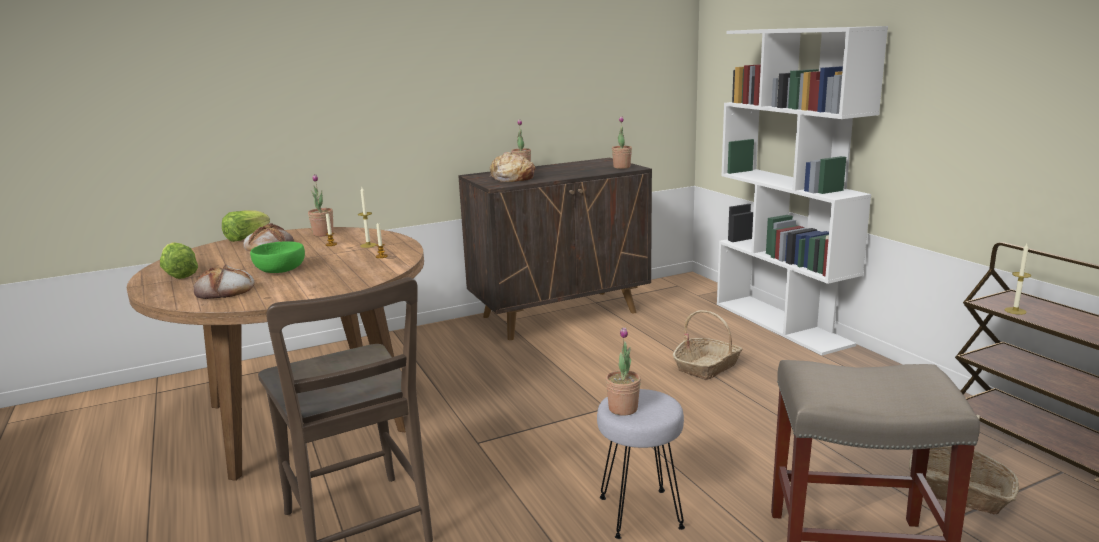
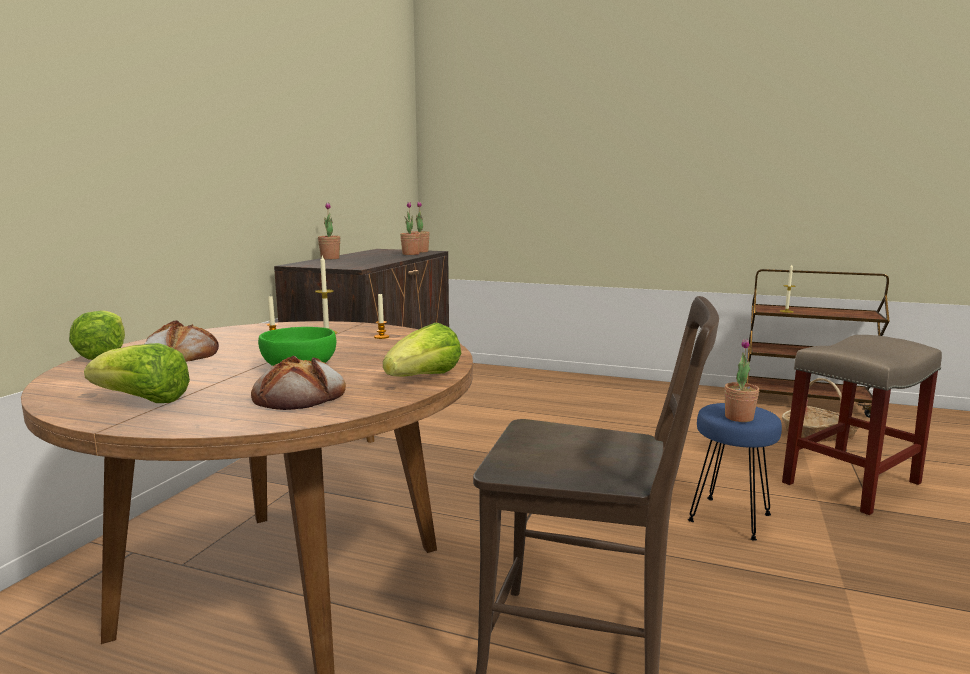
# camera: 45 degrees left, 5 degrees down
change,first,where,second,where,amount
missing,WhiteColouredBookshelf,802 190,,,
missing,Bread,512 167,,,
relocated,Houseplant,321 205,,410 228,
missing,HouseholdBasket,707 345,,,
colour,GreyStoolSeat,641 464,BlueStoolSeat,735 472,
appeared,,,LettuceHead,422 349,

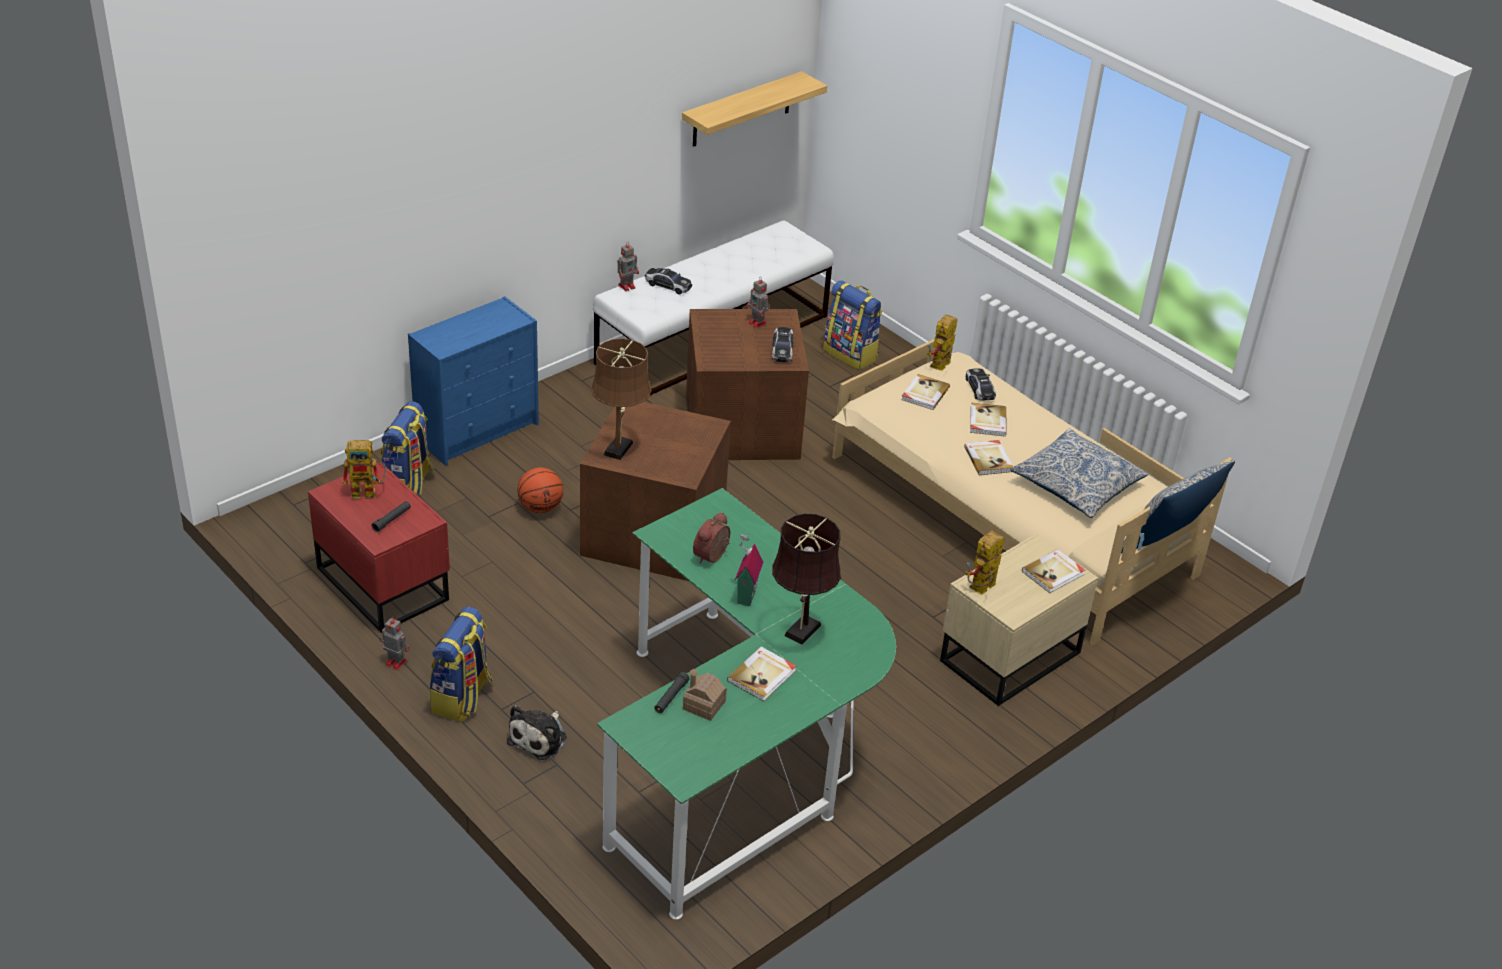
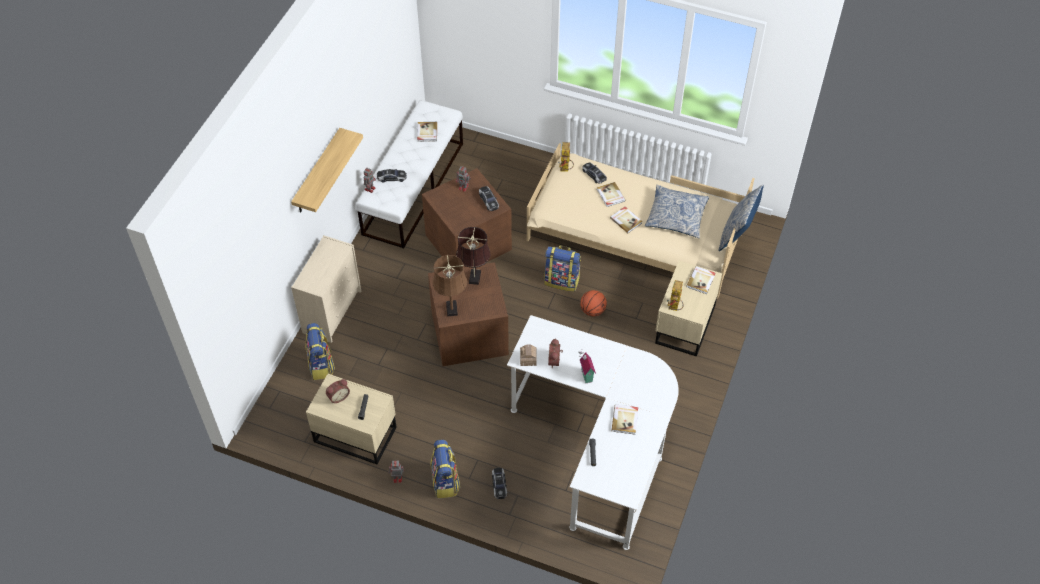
# camera: 25 degrees left, 15 degrees up
change,first,where,second,where,amount
relocated,WallShelf,754 109,,327 170,
relocated,Backpack,852 325,,562 268,
colour,BlueChestOfDrawers,473 381,SandColouredChestOfDrawers,326 289,
relocated,BoundBook,925 392,,427 132,
exchanged,RobotFigure,364 469,TableClock,338 391,
colour,RedBedsideTable,379 547,SandColouredBedsideTable,351 419,
relocated,BallForBasketball,540 490,,593 303,
colour,GreenishDeskUnit,746 704,WhiteColouredDeskUnit,593 432,
relocated,BrownLampForATable,806 579,,473 256,
relocated,MiniatureHouse,705 695,,528 355,
exchanged,SoftToy,537 732,ModelCar,499 483,

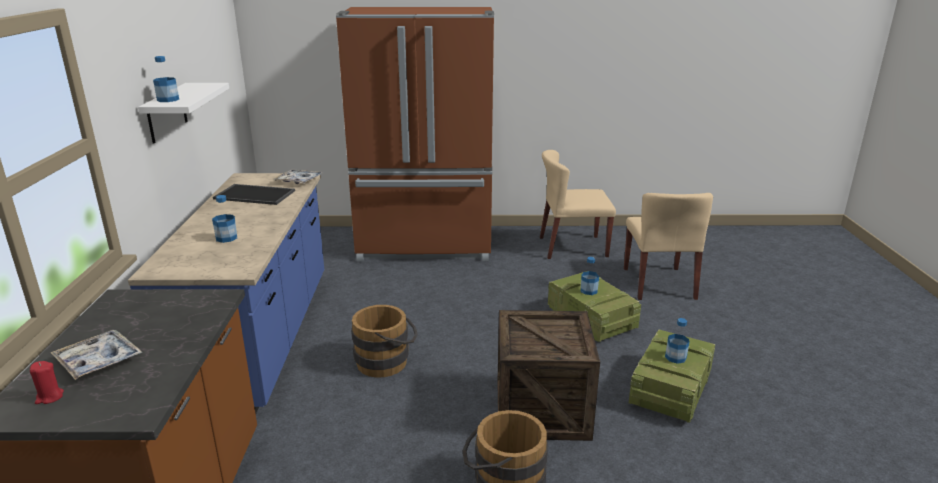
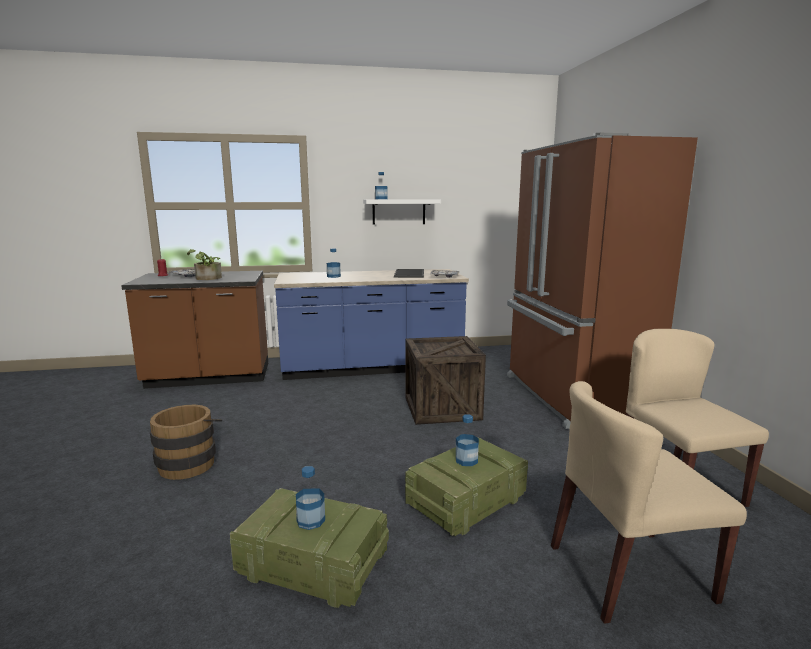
# camera: 80 degrees right, 10 degrees down
change,first,where,second,where,amount
missing,BrownPail,384 341,,,
relocated,Crate,548 375,,445 380,
appeared,,,Houseplant,204 264,

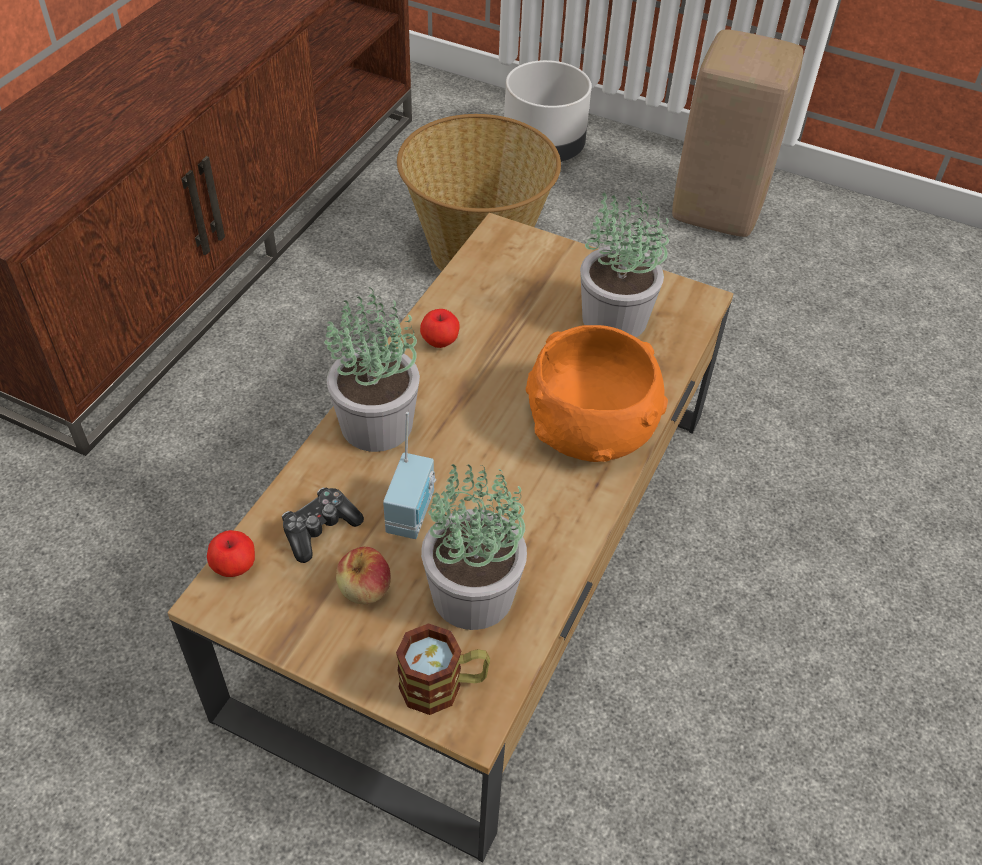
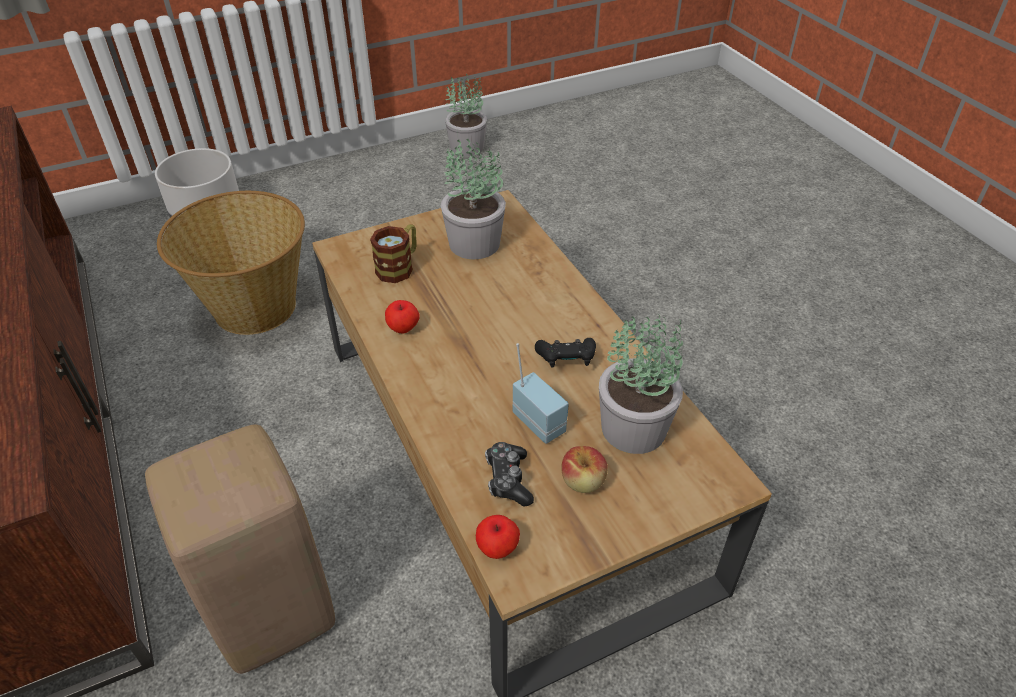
# camera: 50 degrees left, 5 degrees down
change,first,where,second,where,amount
relocated,SandColouredStoolSeat,737 133,,240 549,
relocated,Houseplant,372 369,,466 115,
missing,OrangeDeepDish,597 393,,,
relocated,CoffeeMug,443 669,,393 253,
appeared,,,BlackishJoypad,565 353,

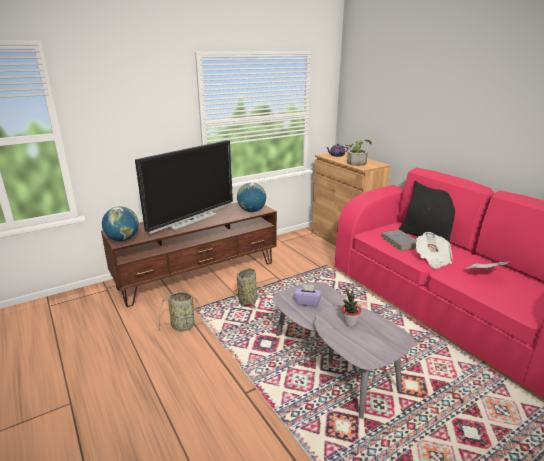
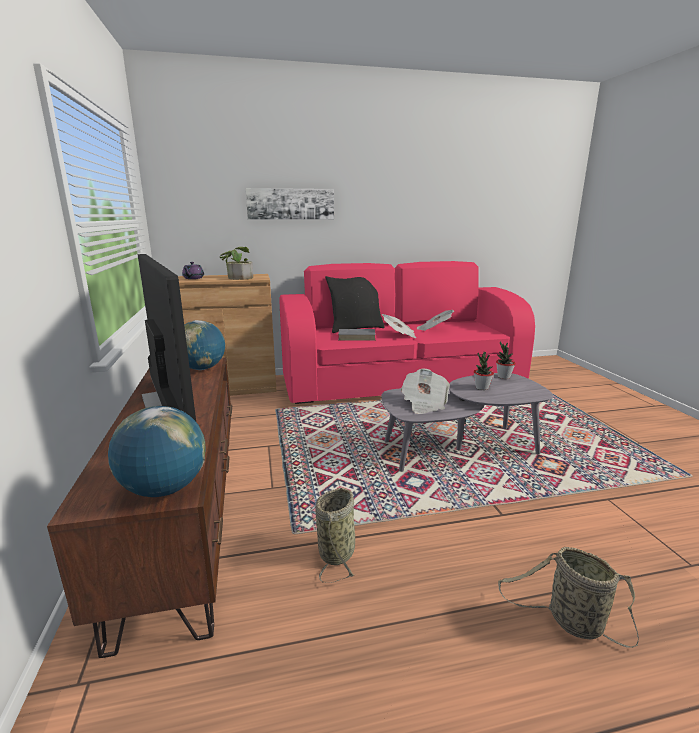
# camera: 70 degrees left, 5 degrees down
change,first,where,second,where,amount
relocated,HouseholdBasket,247 290,,568 597,
exchanged,PurpleColouredTissueBox,308 295,DailyPaper,425 391,
appeared,,,WallArt,290 204,
appeared,,,Houseplant,506 360,

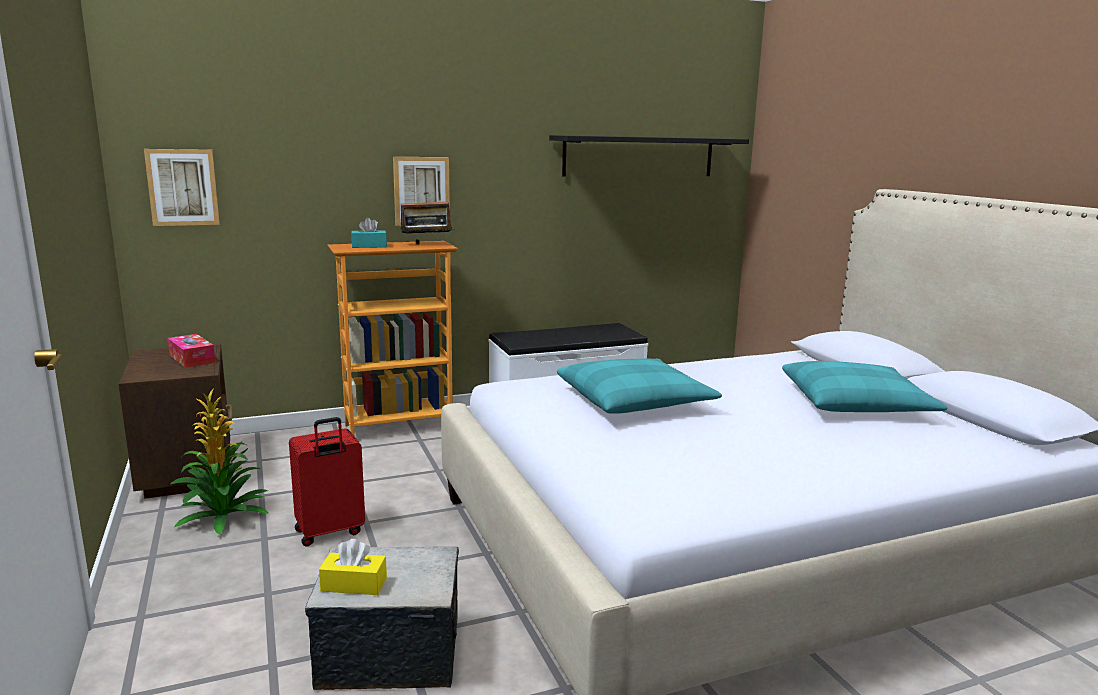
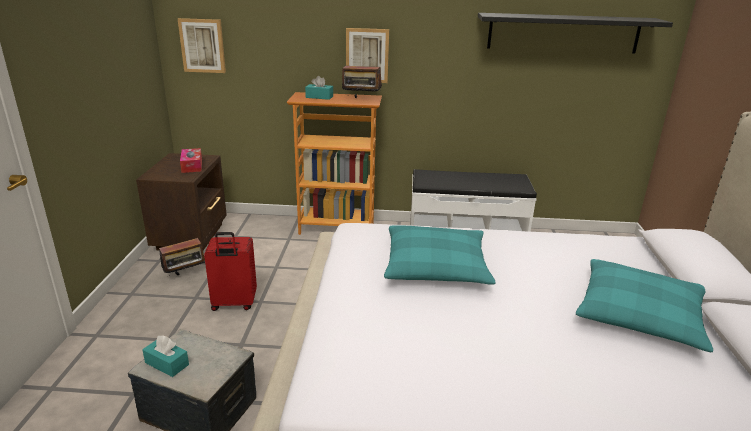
# camera: 25 degrees right, 10 degrees up
change,first,where,second,where,amount
exchanged,Houseplant,219 461,RadioSet,182 257,
colour,YellowishTissueBox,353 567,TurquoiseTissueBox,165 356,

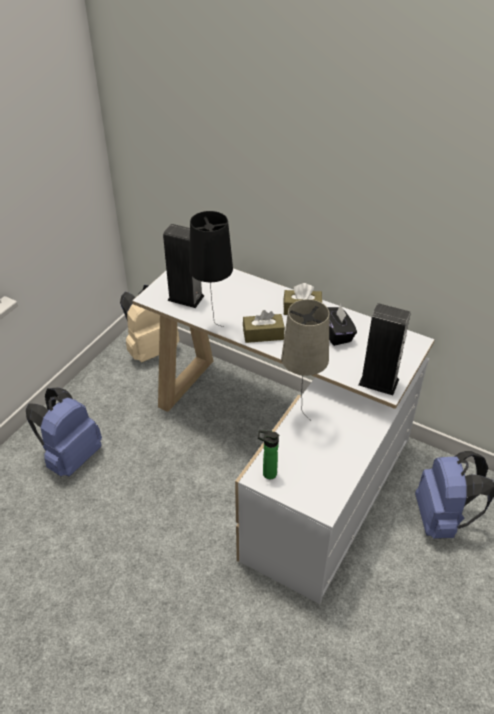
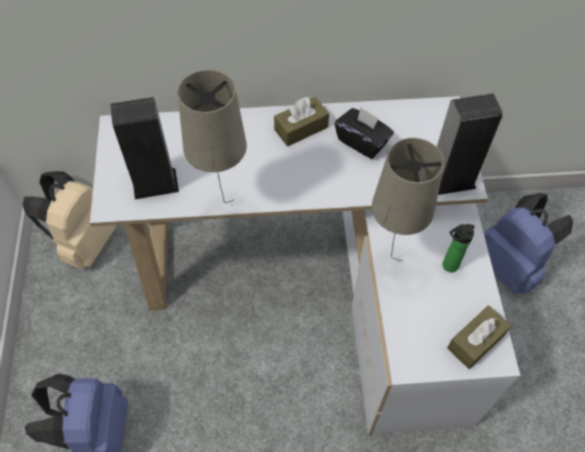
# camera: 35 degrees left, 15 degrees up
change,first,where,second,where,amount
colour,BlackishLampForATable,211 269,SandColouredLampForATable,212 136,
relocated,BrownTissueBox,264 326,,479 337,
relocated,Bottle,268 454,,459 248,

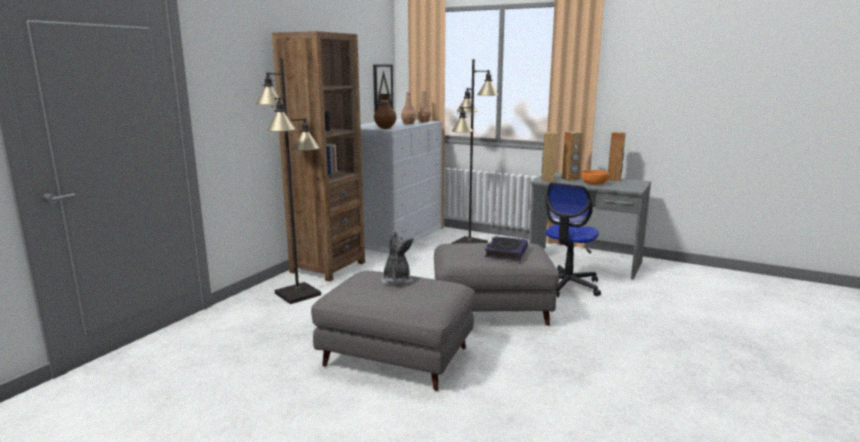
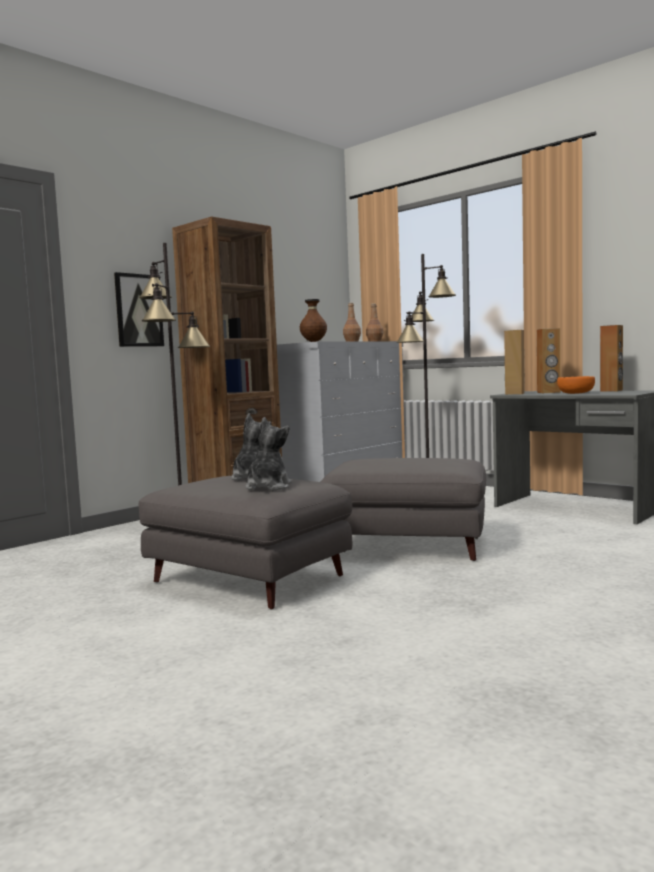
# camera: 15 degrees right, 10 degrees down
change,first,where,second,where,amount
relocated,WallArt,383 88,,139 309,
missing,ComputerChair,573 239,,,
missing,BoundBook,506 248,,,
appeared,,,SoftToy,269 454,

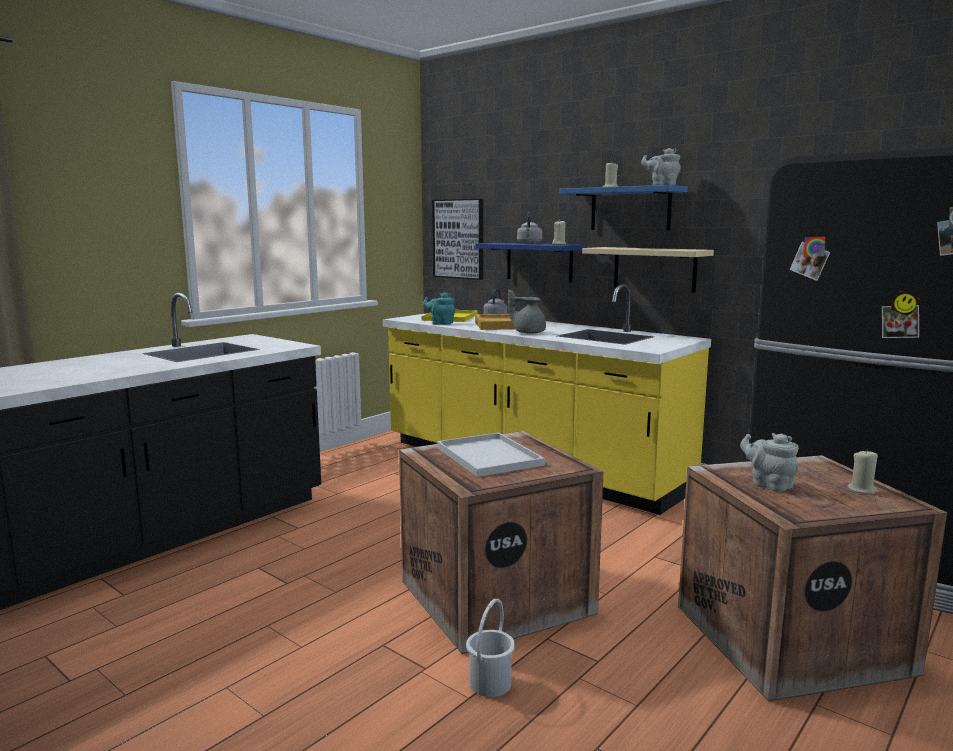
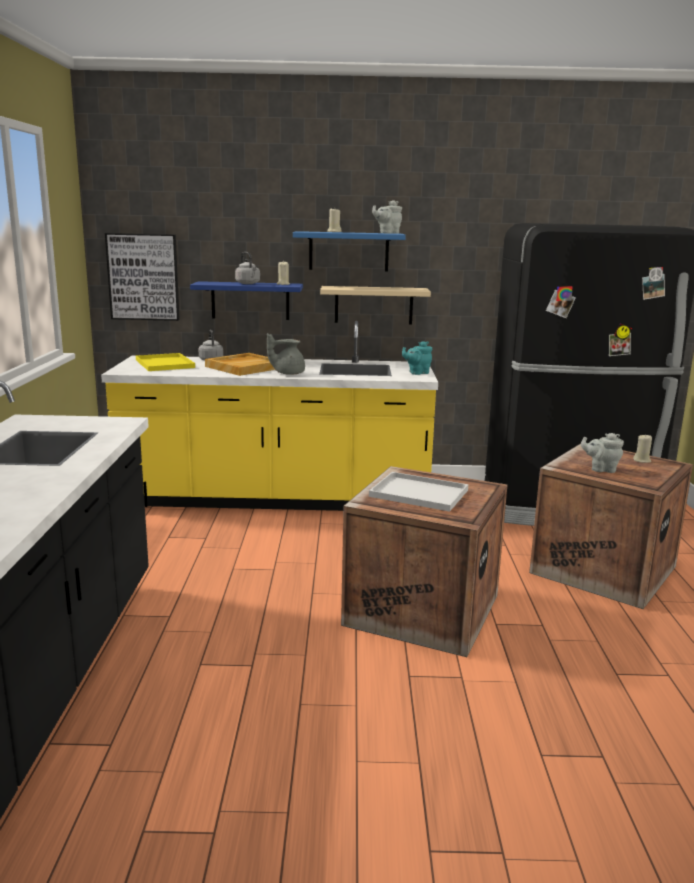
# camera: 40 degrees left, 5 degrees up
change,first,where,second,where,amount
relocated,TurquoiseTeapot,439 309,,417 358,
missing,WhiteColouredPail,490 648,,,

